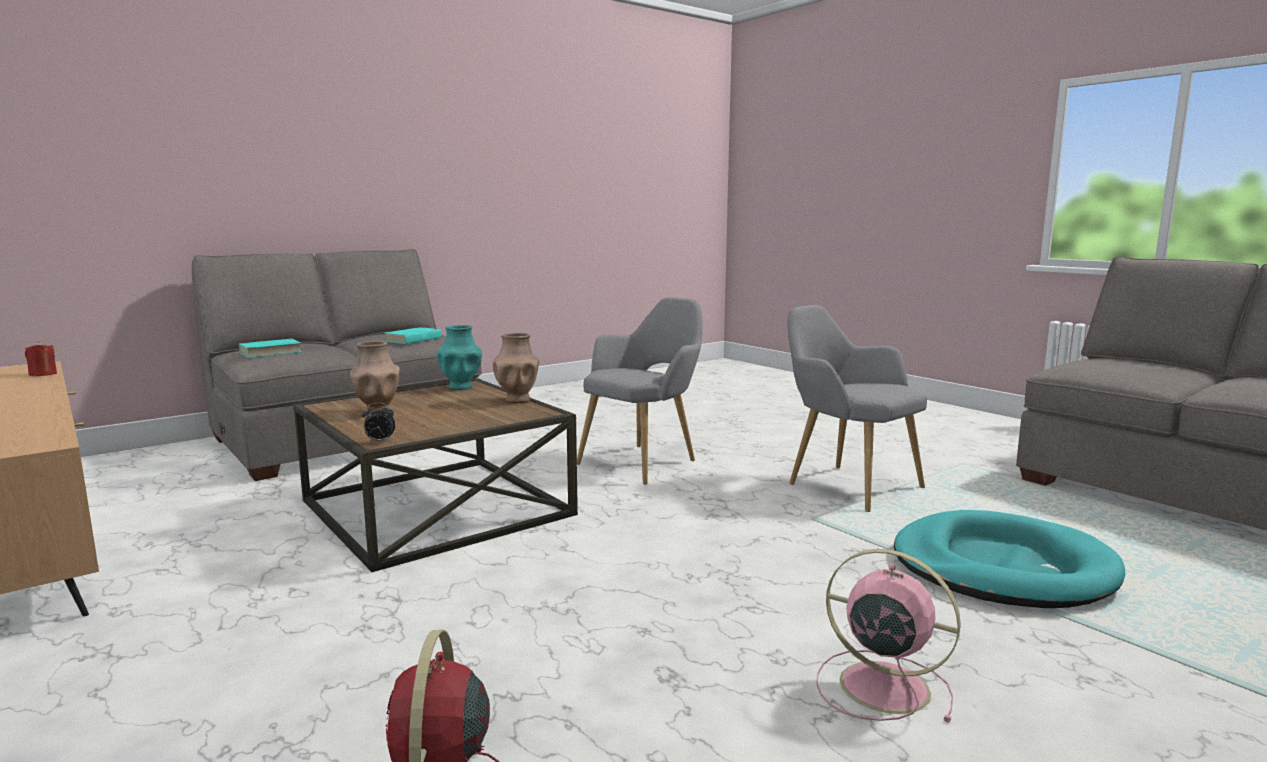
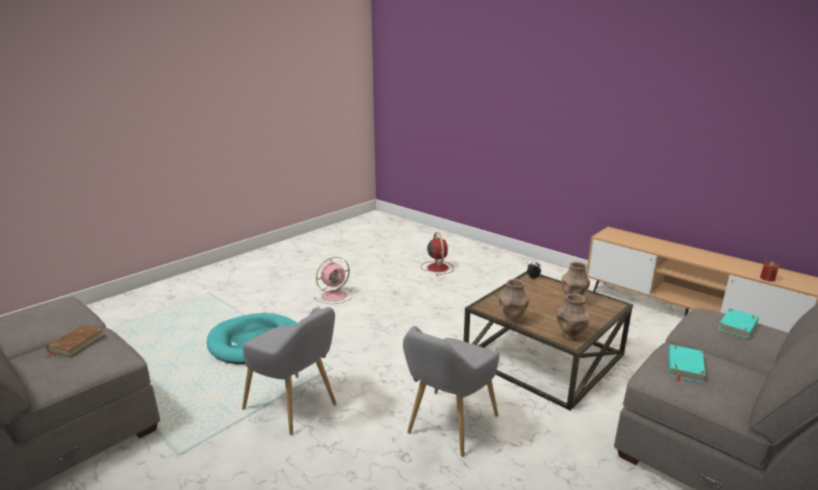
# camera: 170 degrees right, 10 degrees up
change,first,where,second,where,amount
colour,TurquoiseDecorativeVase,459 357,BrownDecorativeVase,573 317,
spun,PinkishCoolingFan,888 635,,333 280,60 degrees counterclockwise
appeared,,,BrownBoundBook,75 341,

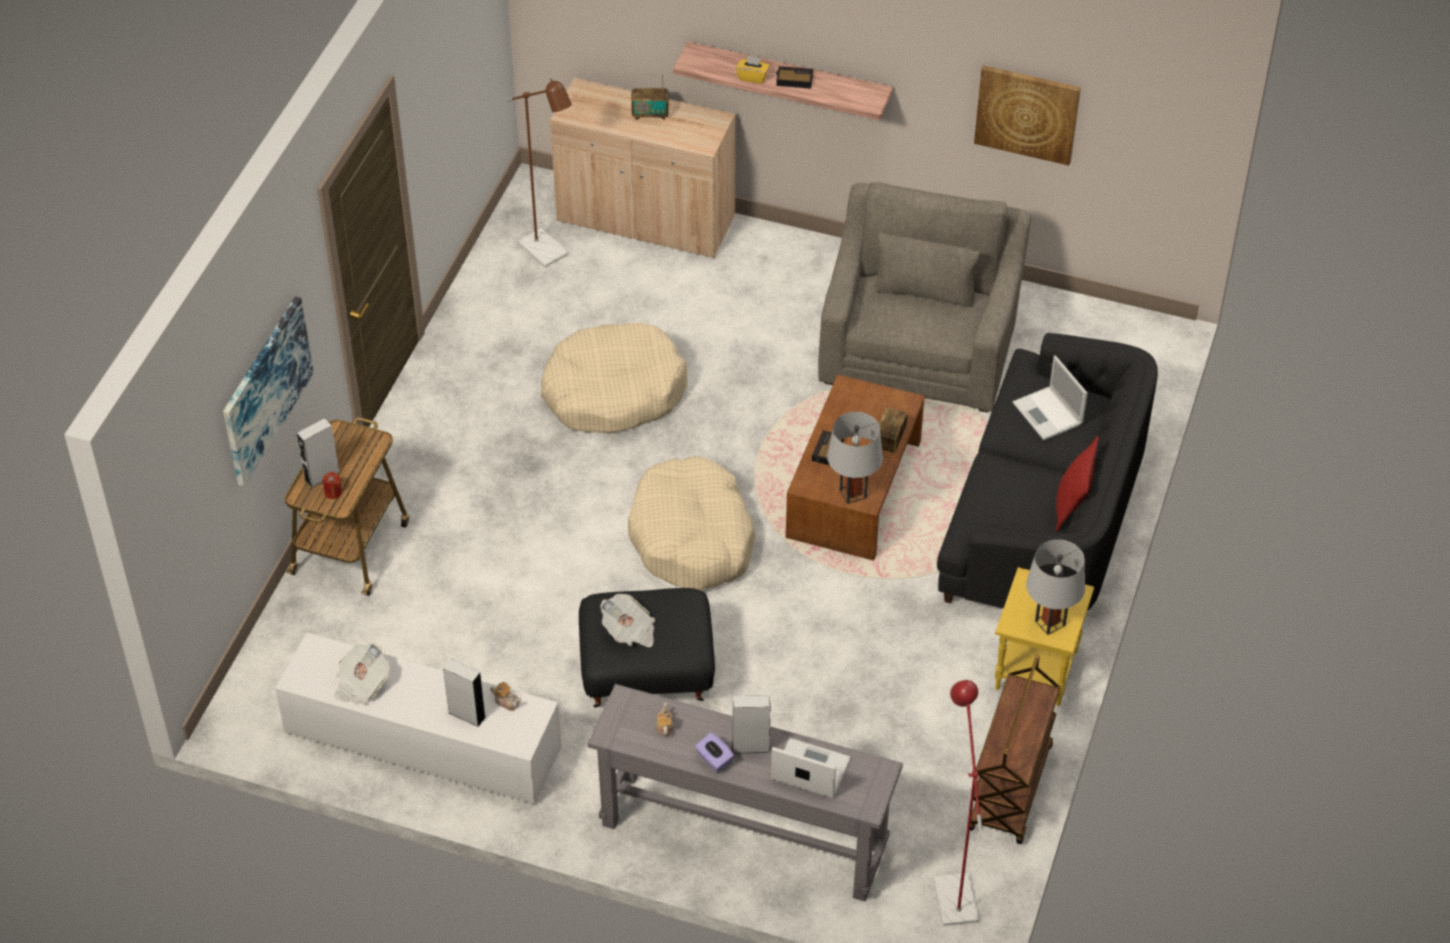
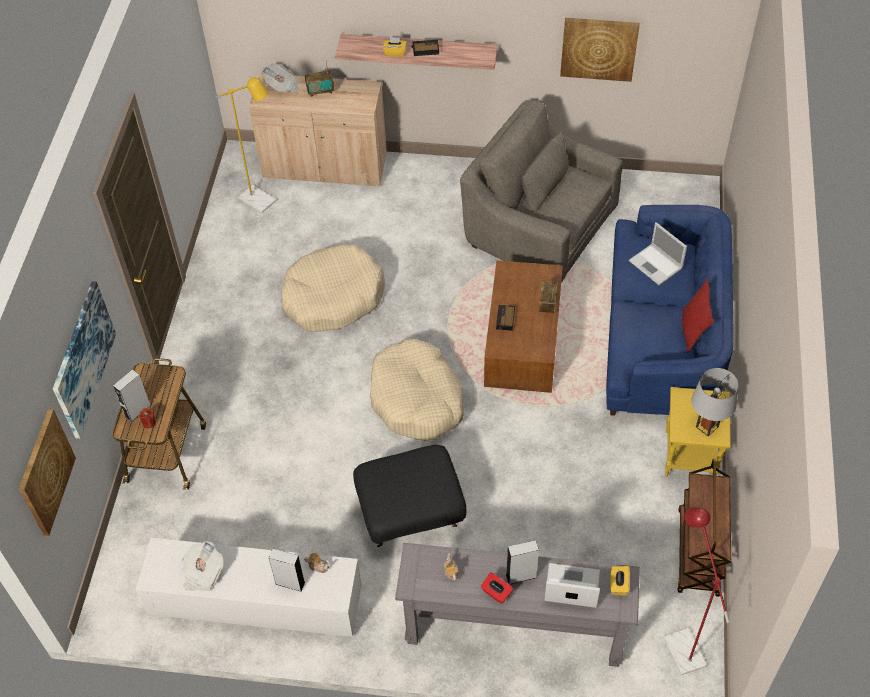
# camera: 10 degrees left, 5 degrees up
change,first,where,second,where,amount
colour,BrownStandingLamp,539 173,YellowishStandingLamp,245 144,
spun,GreyEasyChair,924 297,,541 191,60 degrees counterclockwise
colour,BlackishSettee,1047 472,BlueSettee,670 310,
missing,GreyLampForATable,855 458,,,
relocated,DailyPaper,627 620,,280 78,
colour,PurpleColouredTissueBox,714 752,RedTissueBox,497 588,
appeared,,,WallArt,47 472,
appeared,,,YellowishTissueBox,620 581,

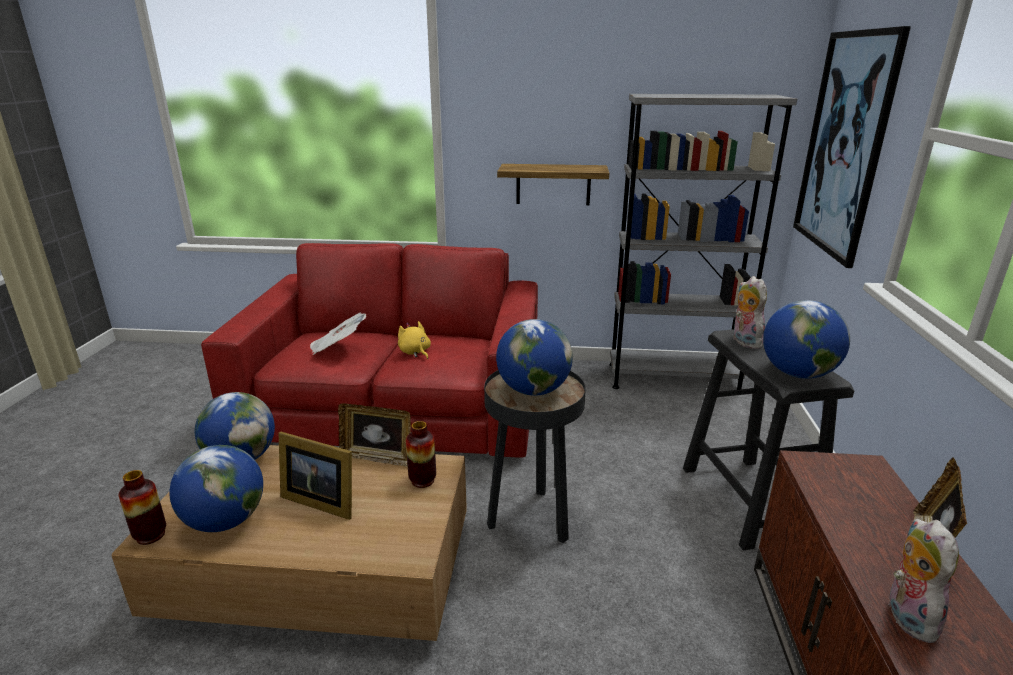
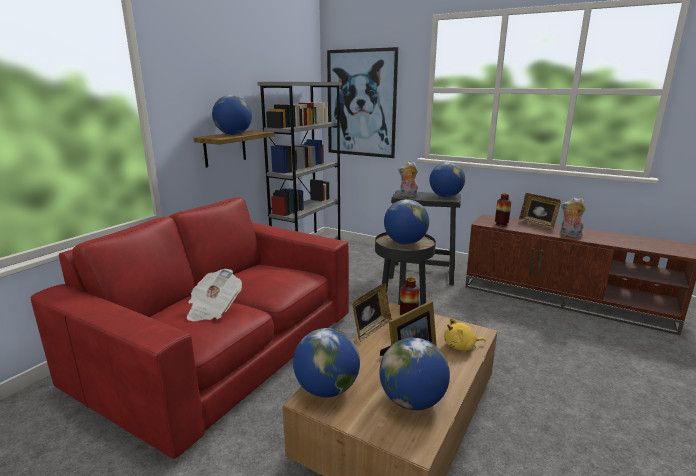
# camera: 65 degrees left, 5 degrees down
change,first,where,second,where,amount
relocated,YellowishSoftToy,414 340,,465 334,
relocated,DecorativeVase,142 507,,503 209,
appeared,,,WorldGlobe,232 115,

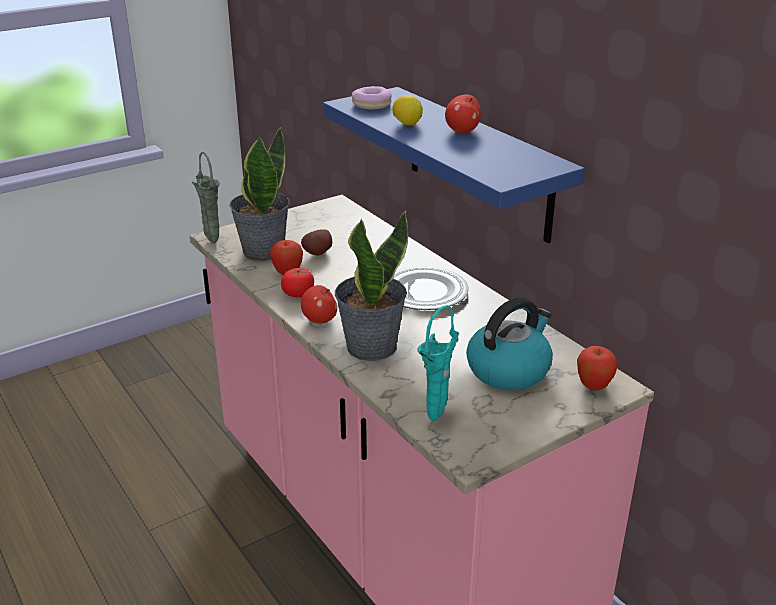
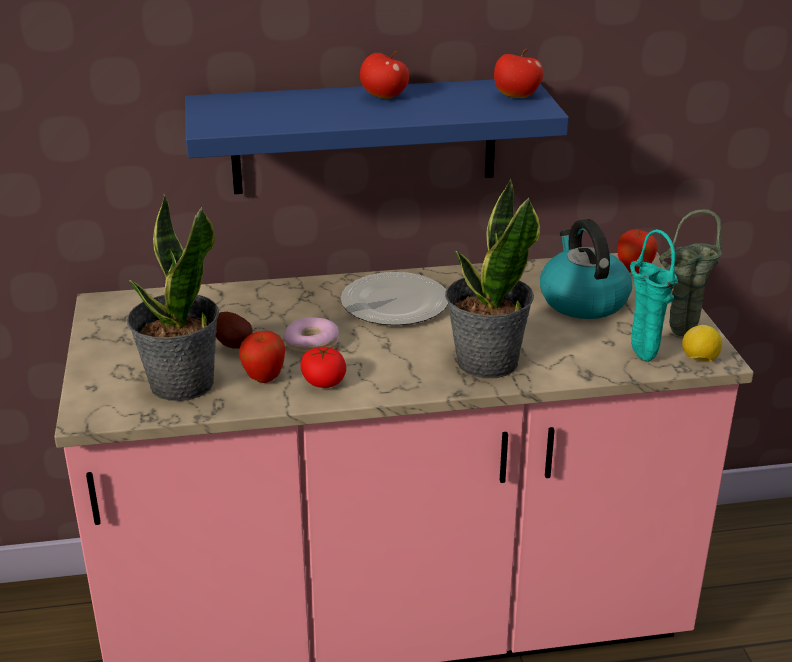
# camera: 65 degrees left, 0 degrees up
change,first,where,second,where,amount
relocated,RingDoughnut,372 97,,311 335,
relocated,Lemon,407 110,,702 343,
relocated,GreenishDecorativeVase,206 197,,690 272,
relocated,AppleFruit,319 304,,518 73,

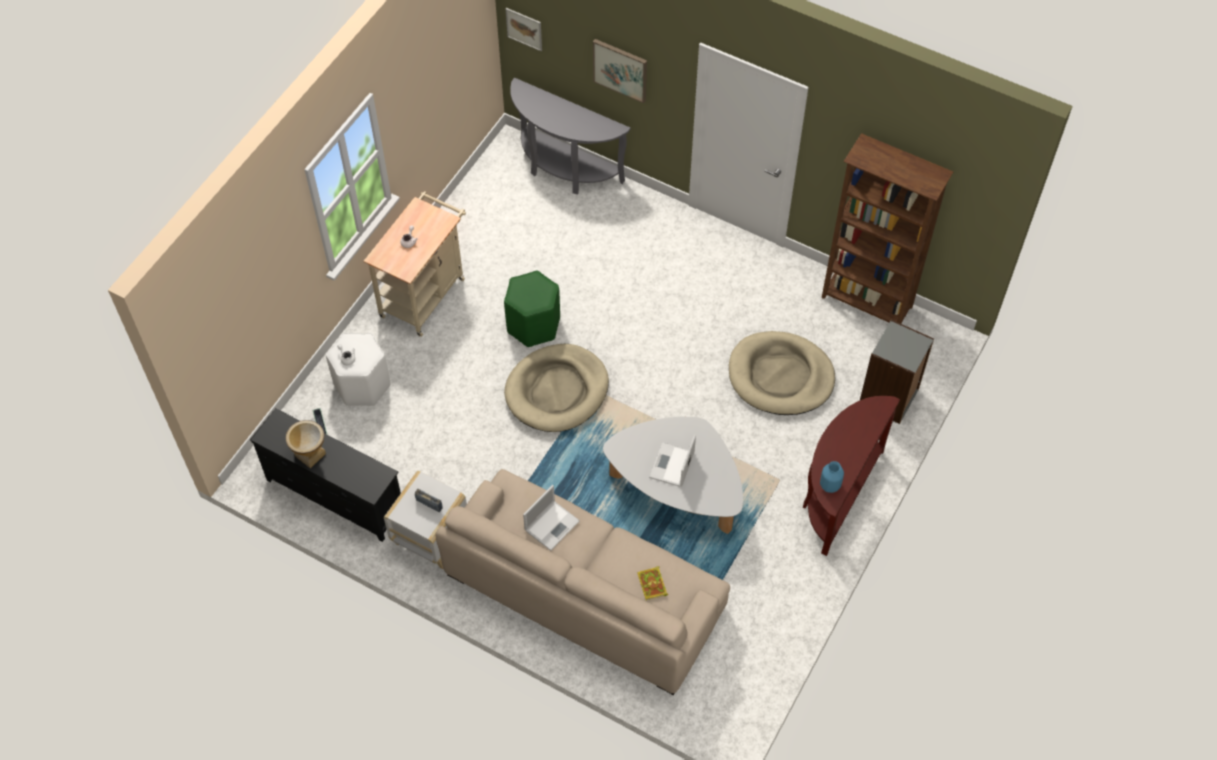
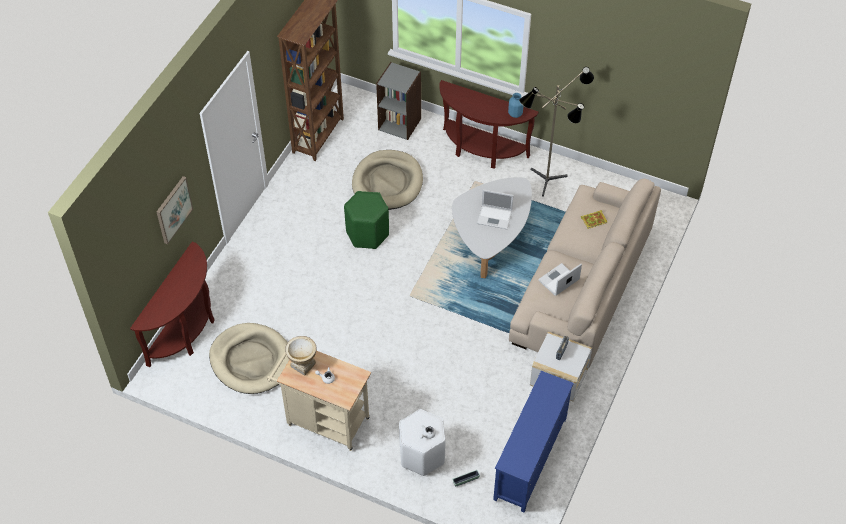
# camera: 95 degrees left, 5 degrees down
change,first,where,second,where,amount
missing,WallArt,524 29,,,
colour,GreyNarrowTable,570 136,BrownNarrowTable,172 304,
relocated,GreenishStoolSeat,532 309,,366 220,
relocated,SandColouredDogCushion,556 388,,249 358,
colour,BlackishTvStand,325 475,BlueTvStand,533 441,
relocated,DecorativeVase,306 444,,300 356,
spun,NotebookComputer,551 518,,560 279,75 degrees counterclockwise
appeared,,,StandingLamp,556 132,

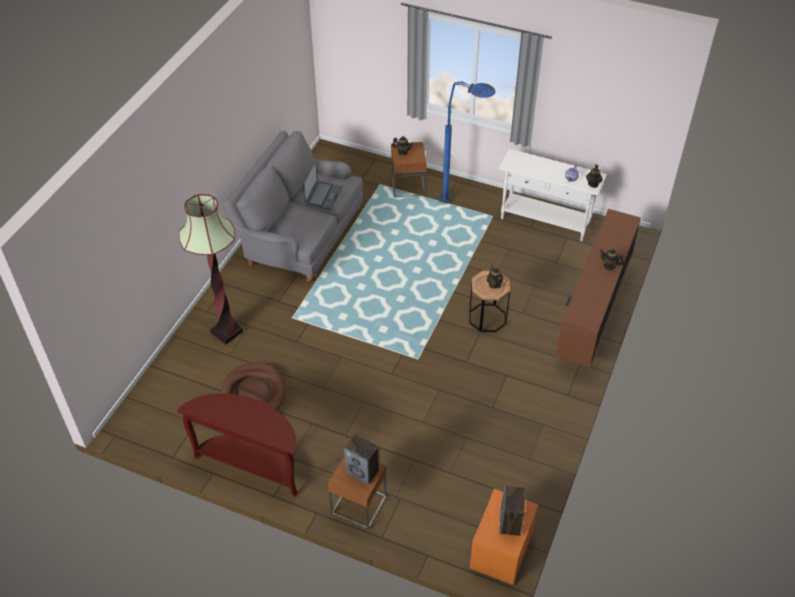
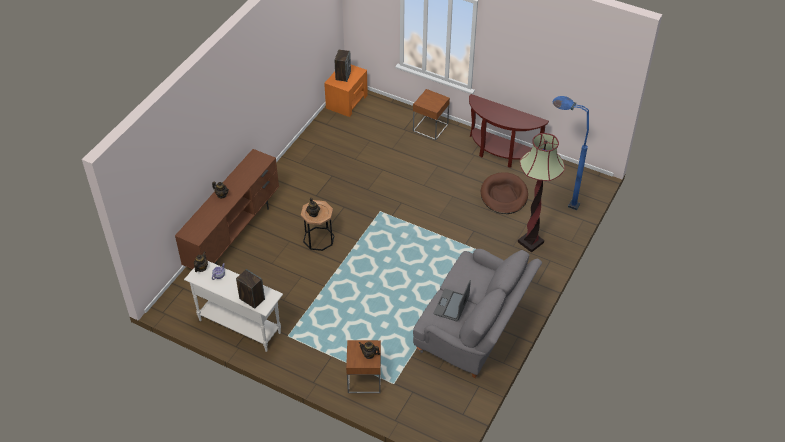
# camera: 175 degrees left, 0 degrees up
change,first,where,second,where,amount
relocated,BlueStandingLamp,467 143,,571 153,
relocated,AudioSpeaker,361 459,,250 289,

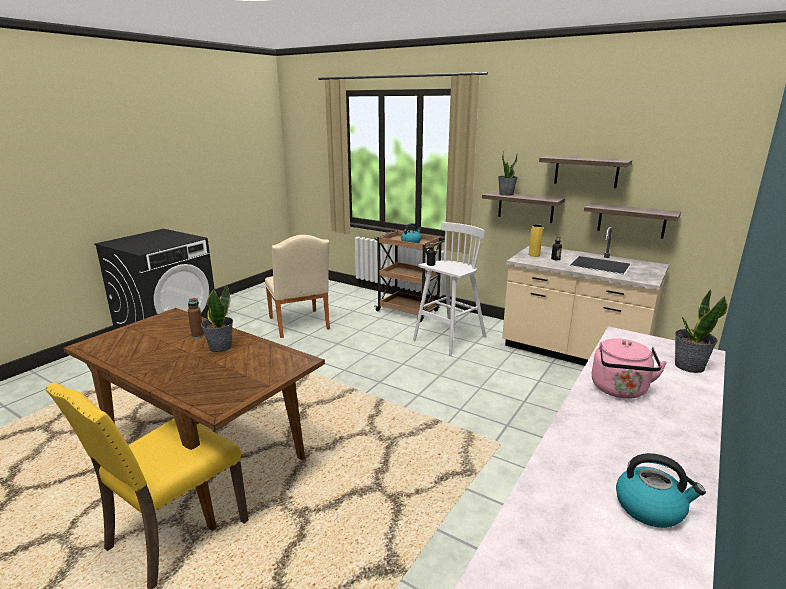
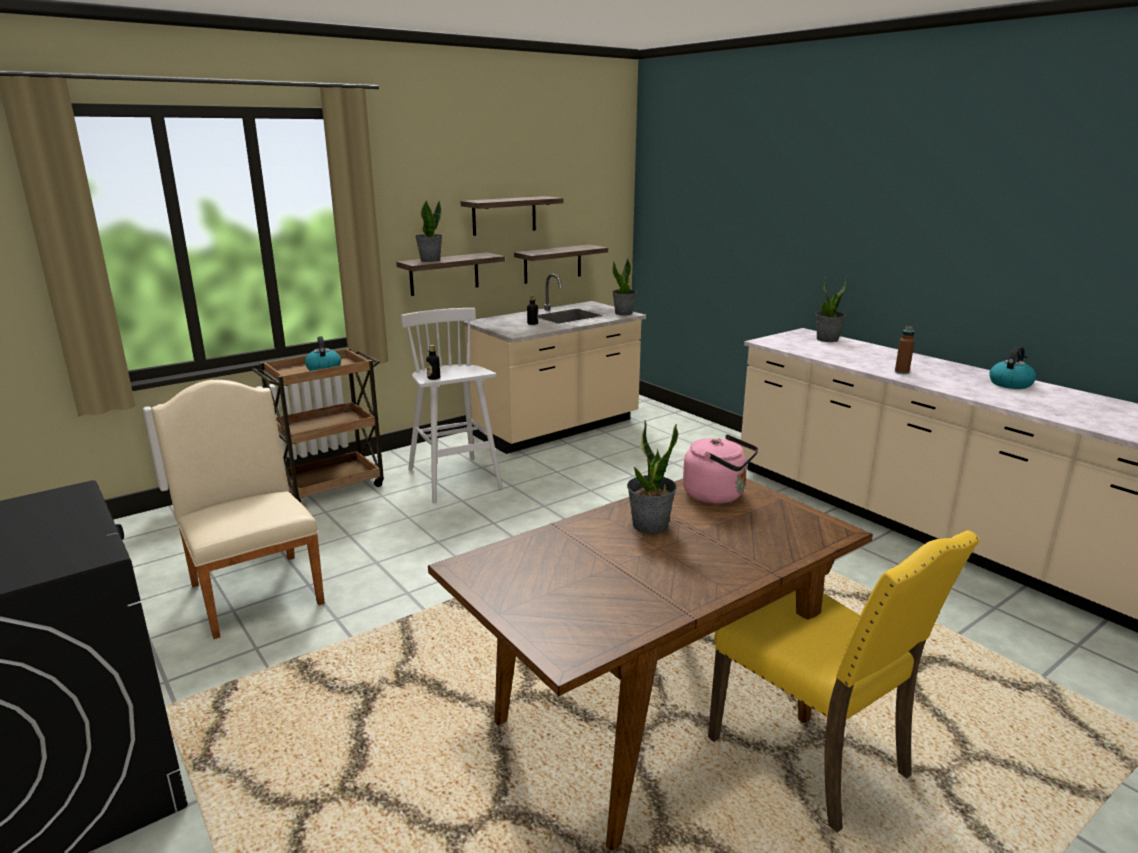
# camera: 70 degrees left, 0 degrees up
change,first,where,second,where,amount
missing,YellowishDecorativeVase,536 240,,,
spun,SandColouredChair,297 286,,238 509,120 degrees counterclockwise
relocated,BrownBottle,196 318,,905 350,
relocated,PinkishTeaKettle,629 368,,720 469,
appeared,,,Houseplant,624 286,

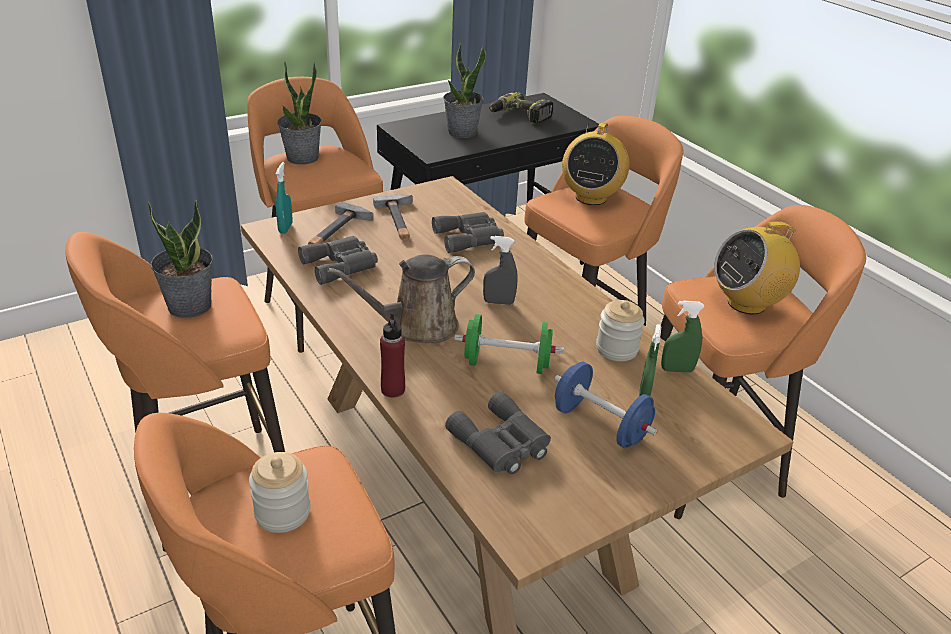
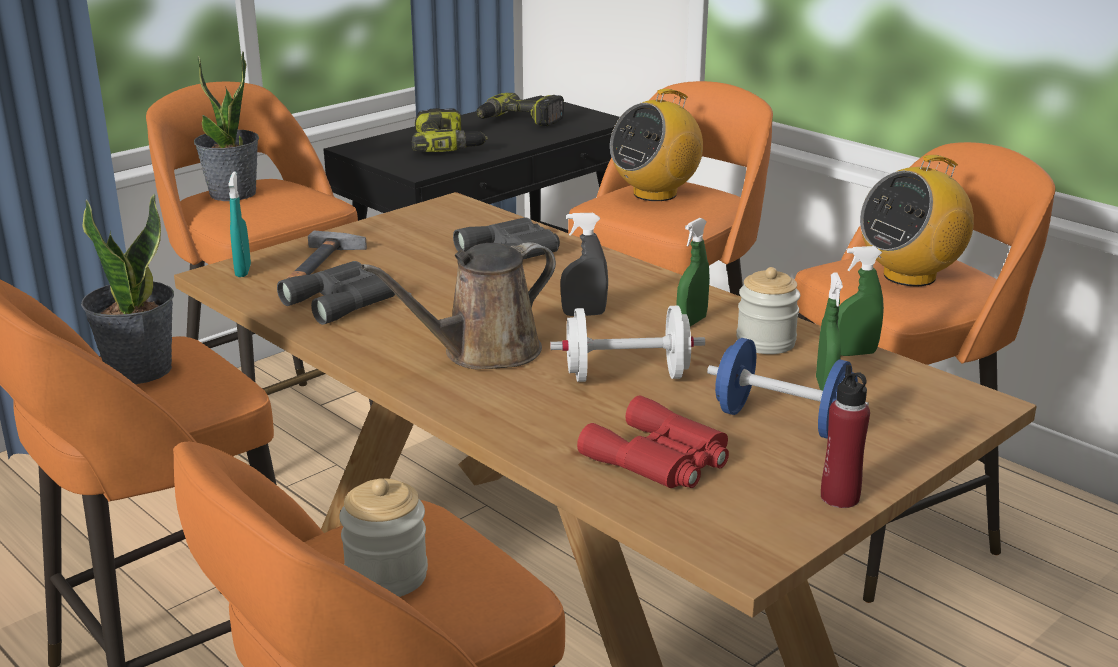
# camera: 10 degrees left, 10 degrees down
change,first,where,second,where,amount
exchanged,Houseplant,464 90,Drill,450 130,
spun,RadioSet,595 164,,656 145,45 degrees clockwise
missing,Hammer,393 216,,,
relocated,RedBottle,392 355,,845 436,
colour,GreenishHandWeight,509 344,WhiteColouredHandWeight,627 344,
colour,GreyBinoculars,498 432,RedBinoculars,653 442,
appeared,,,GreenishSprayBottle,693 272,

